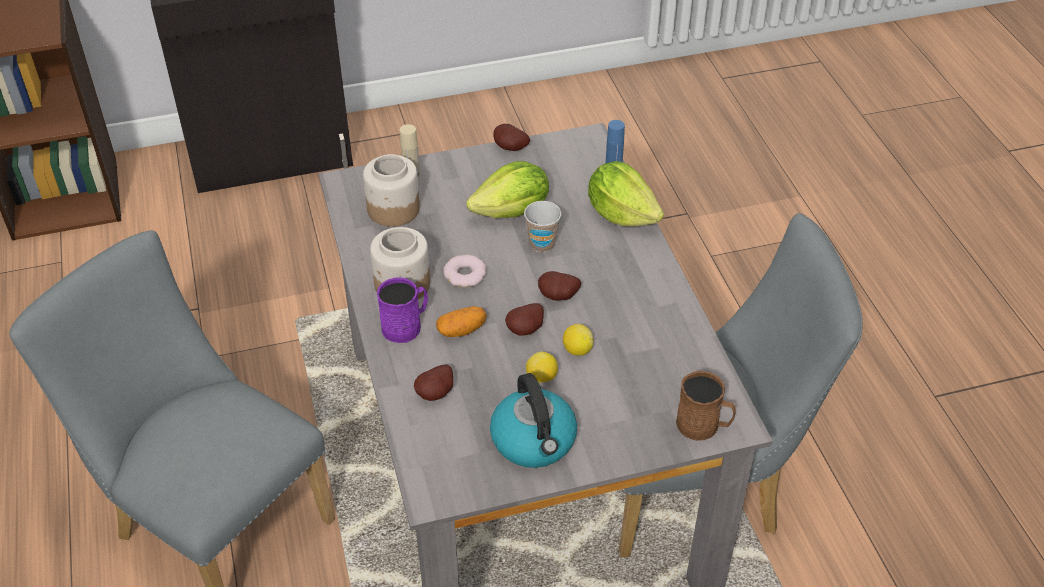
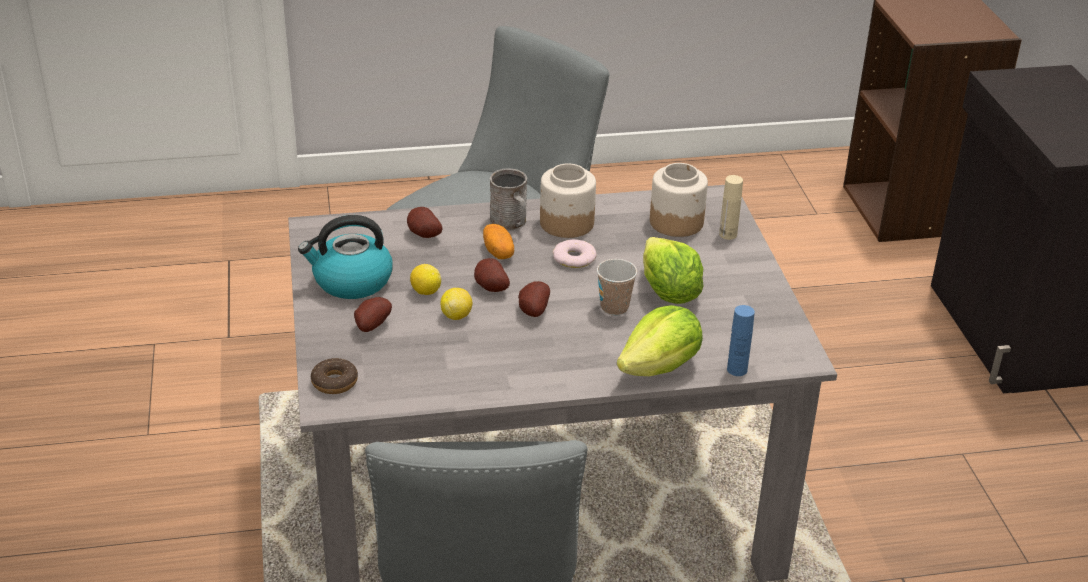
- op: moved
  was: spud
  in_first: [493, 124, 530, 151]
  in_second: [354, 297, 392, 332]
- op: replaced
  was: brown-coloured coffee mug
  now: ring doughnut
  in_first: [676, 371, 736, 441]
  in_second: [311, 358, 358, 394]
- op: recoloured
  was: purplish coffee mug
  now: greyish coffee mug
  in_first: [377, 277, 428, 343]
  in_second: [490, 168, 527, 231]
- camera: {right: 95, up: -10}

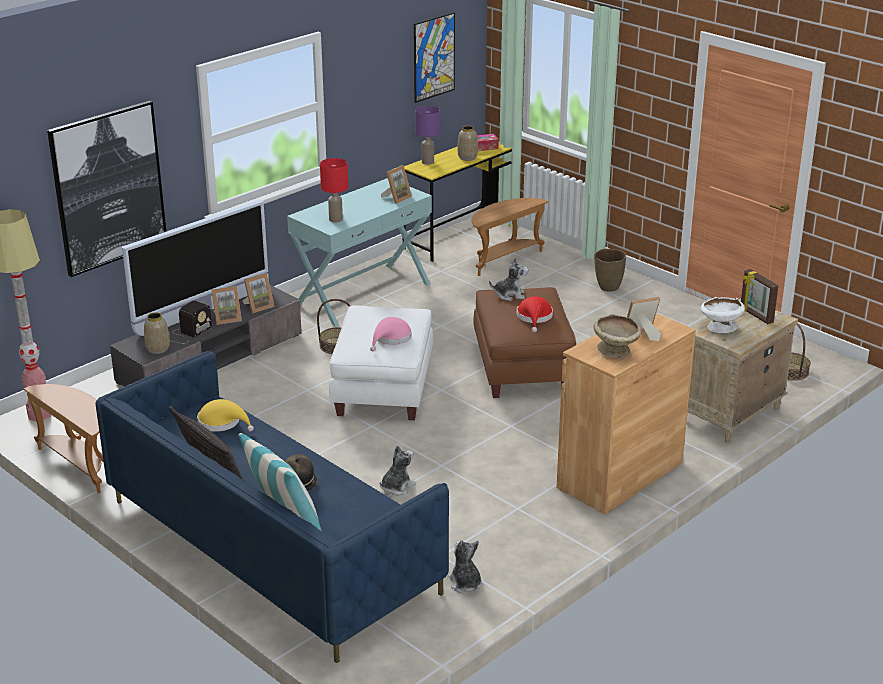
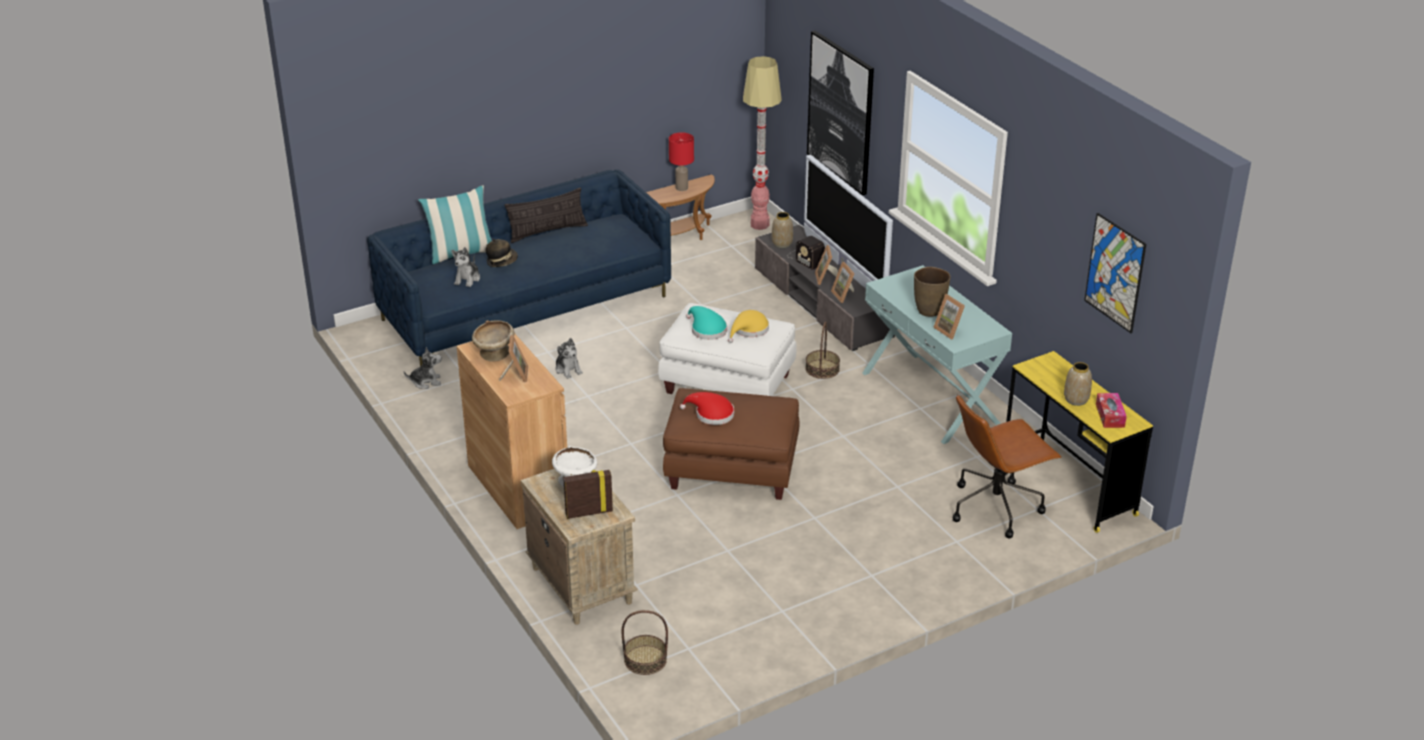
- op: removed
  was: purplish lamp for a table
  in_first: [415, 106, 440, 165]
- op: moved
  was: yellowish hat
  in_first: [197, 399, 254, 432]
  in_second: [728, 310, 769, 343]
- op: moved
  was: reddish lamp for a table
  in_first: [320, 158, 348, 223]
  in_second: [669, 133, 694, 191]
- op: moved
  was: plush toy
  in_first: [489, 258, 529, 301]
  in_second: [451, 247, 480, 287]
- op: moved
  was: brown-coloured vase
  in_first: [594, 249, 626, 292]
  in_second: [914, 267, 950, 317]
- op: replaced
  was: brown-coloured accent table
  now: brown-coloured desk chair
  in_first: [471, 198, 549, 276]
  in_second: [953, 394, 1061, 538]
- op: recoloured
  was: pink hat
  now: turquoise-coloured hat
  in_first: [370, 317, 412, 351]
  in_second: [686, 306, 727, 340]
- camera: {right: 105, up: 5}

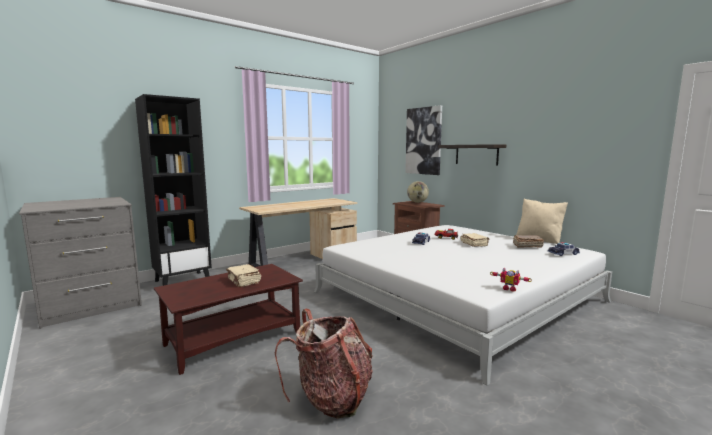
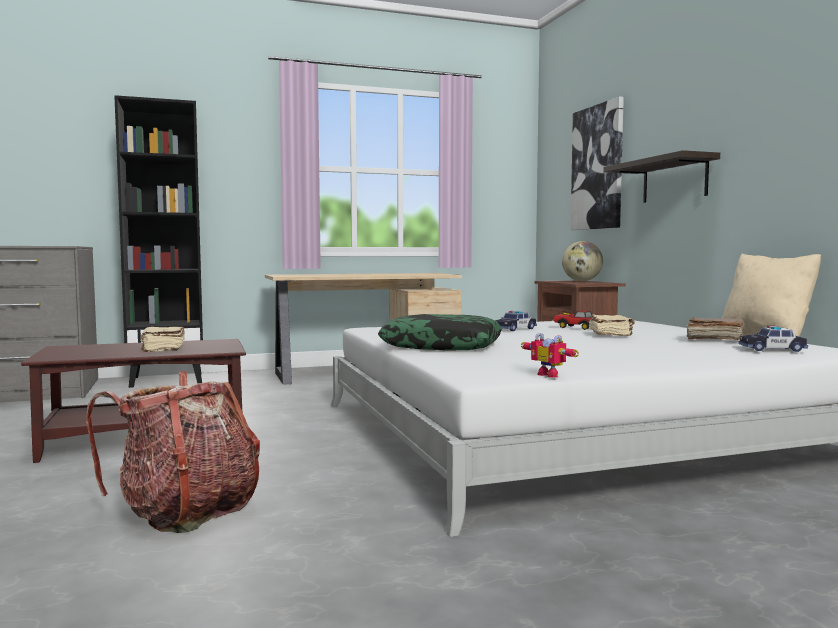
- op: added
  now: throw pillow
  in_second: [378, 314, 502, 351]
- camera: {right: 20, up: -5}

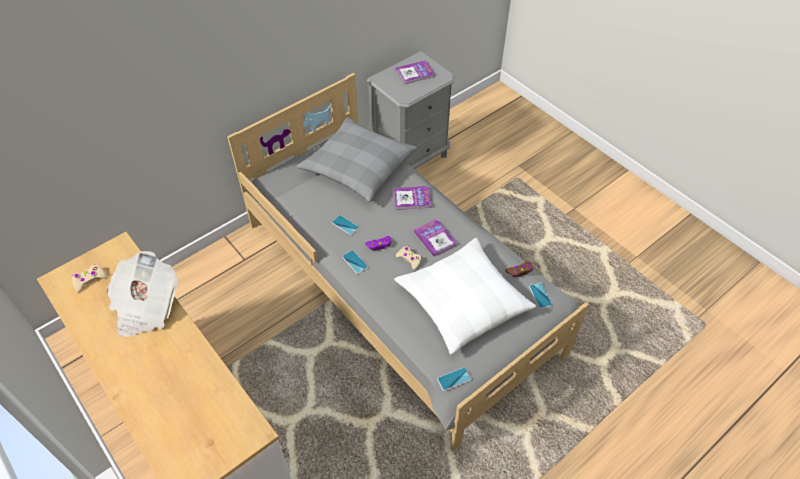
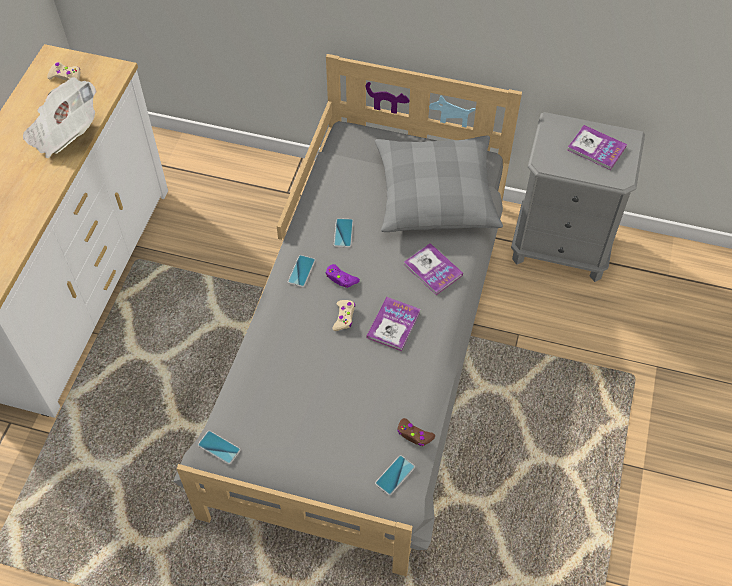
- op: removed
  was: white-coloured throw pillow
  in_first: [394, 238, 536, 355]
- camera: {right: 55, up: 5}

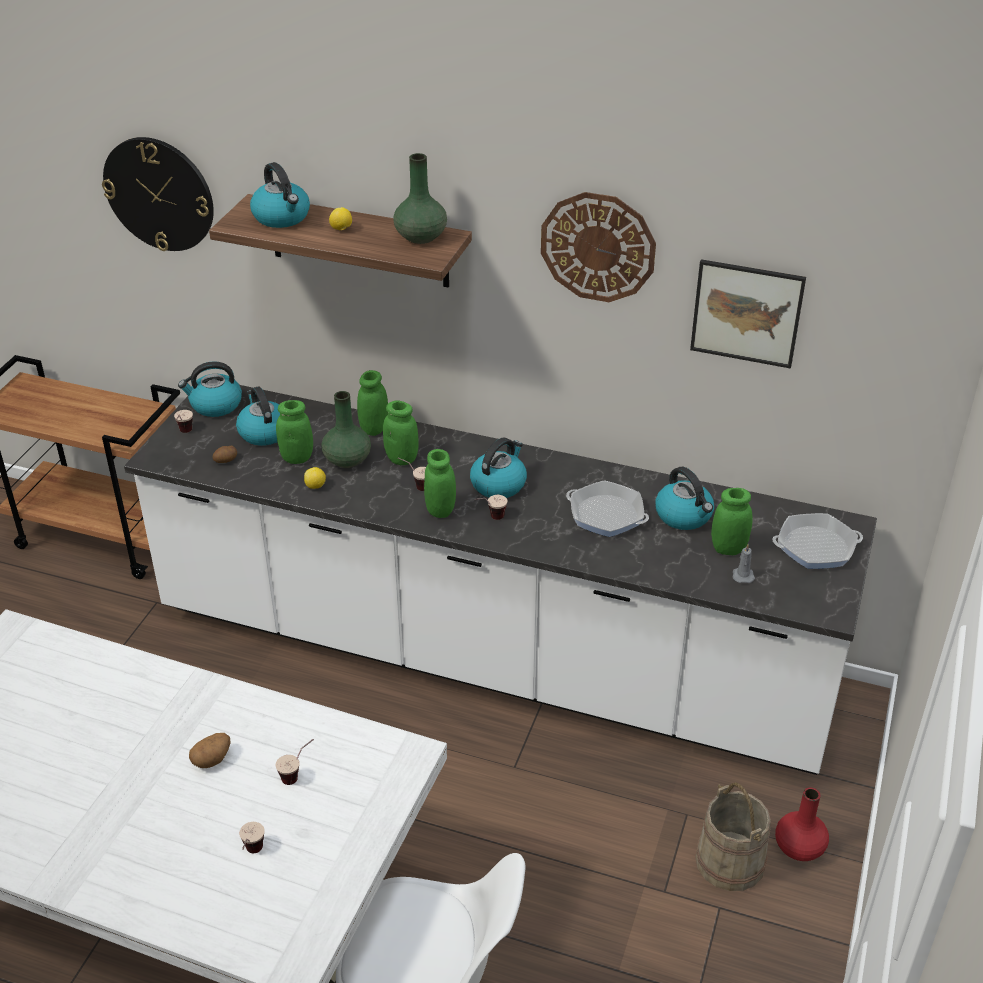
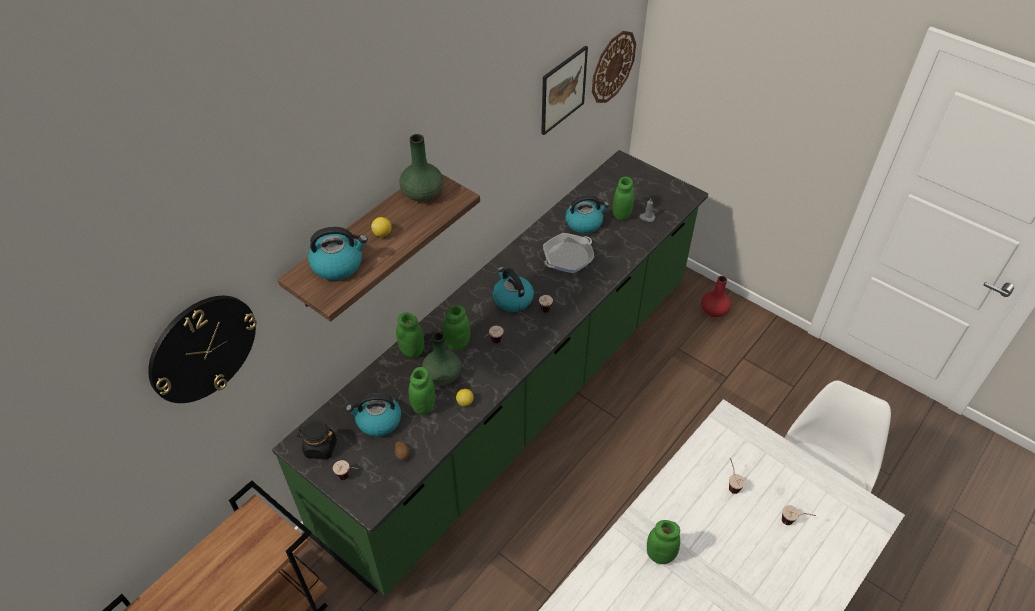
- op: removed
  was: spud
  in_first: [189, 733, 231, 768]
- op: removed
  was: beige-coloured pail
  in_first: [695, 782, 771, 891]
- op: removed
  was: frying pan
  in_first: [773, 513, 863, 569]
- op: moved
  was: greenish jar
  in_first: [424, 449, 456, 518]
  in_second: [647, 520, 680, 564]
- op: moved
  was: wall clock
  in_first: [541, 192, 656, 302]
  in_second: [592, 31, 636, 103]
- op: replaced
  was: tea kettle
  now: black jar
  in_first: [178, 361, 242, 417]
  in_second: [297, 420, 337, 460]
- op: recoloured
  was: white-coloured counter
  now: greenish counter
  in_first: [124, 385, 877, 775]
  in_second: [272, 150, 708, 596]
- camera: {right: -70, up: 10}

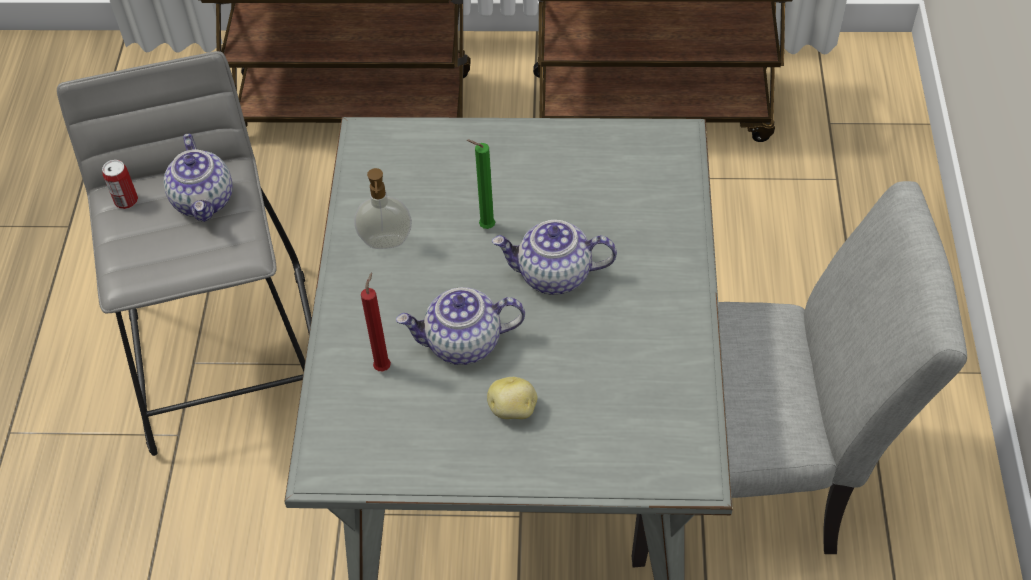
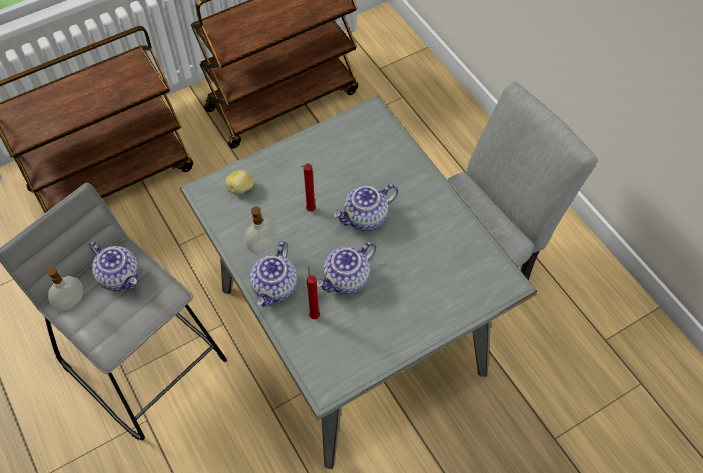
- op: added
  now: teapot
  in_second: [250, 241, 297, 307]
- op: moved
  was: spud
  in_first: [487, 377, 538, 419]
  in_second: [226, 170, 253, 195]
- op: replaced
  was: sealed can
  now: soap dispenser
  in_first: [102, 160, 138, 209]
  in_second: [45, 265, 83, 310]
- op: recoloured
  was: greenish candle
  now: reddish candle
  in_first: [467, 140, 495, 229]
  in_second: [300, 164, 316, 212]
- camera: {right: -35, up: 5}

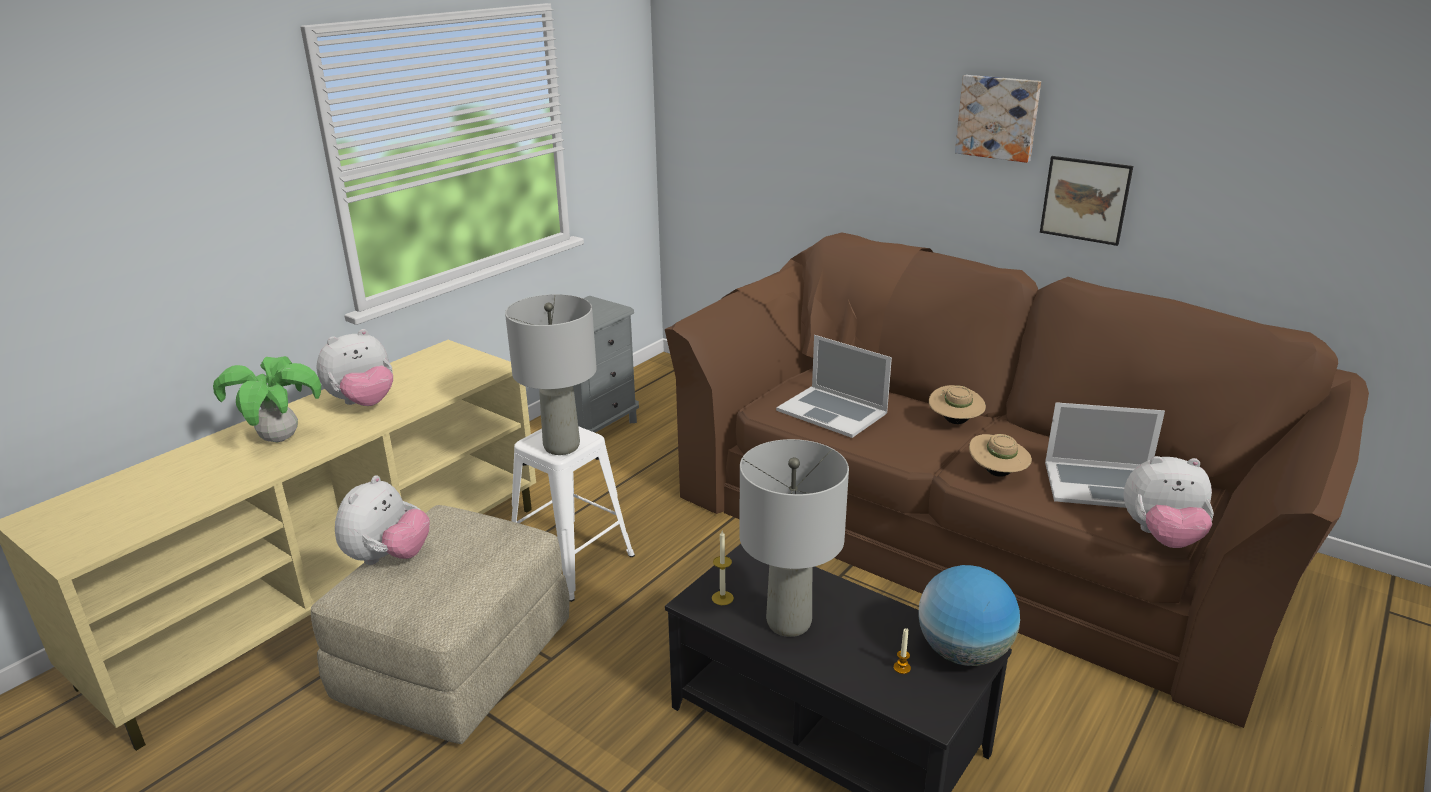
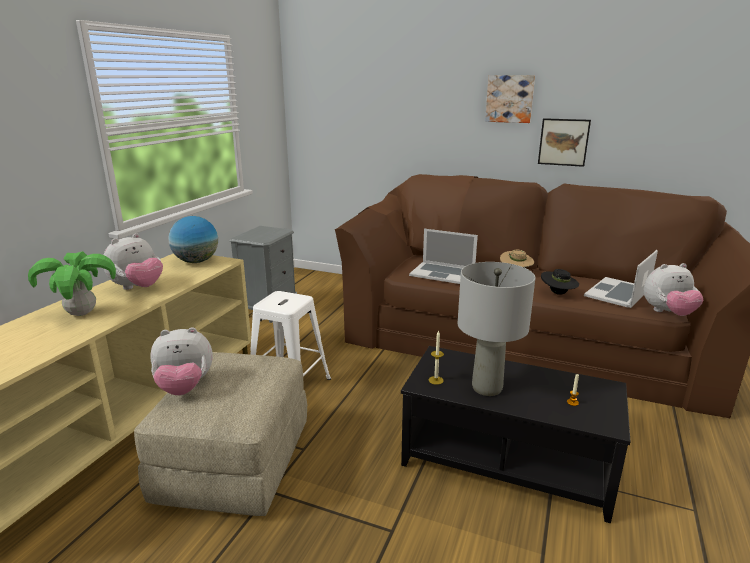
- op: removed
  was: greyish lamp for a table
  in_first: [505, 294, 597, 455]
- op: moved
  was: world globe
  in_first: [918, 565, 1020, 666]
  in_second: [168, 216, 218, 263]
- op: recoloured
  was: beige-coloured hat
  now: black hat
  in_first: [969, 434, 1032, 477]
  in_second: [541, 269, 579, 295]
- op: turned
  was: plush toy
  in_first: [335, 475, 430, 565]
  in_second: [150, 327, 213, 395]
  clockwise: 75
- op: turned
  was: portable computer
  in_first: [1045, 402, 1165, 508]
  in_second: [584, 250, 658, 308]
  clockwise: 135
- camera: {right: -15, up: -5}

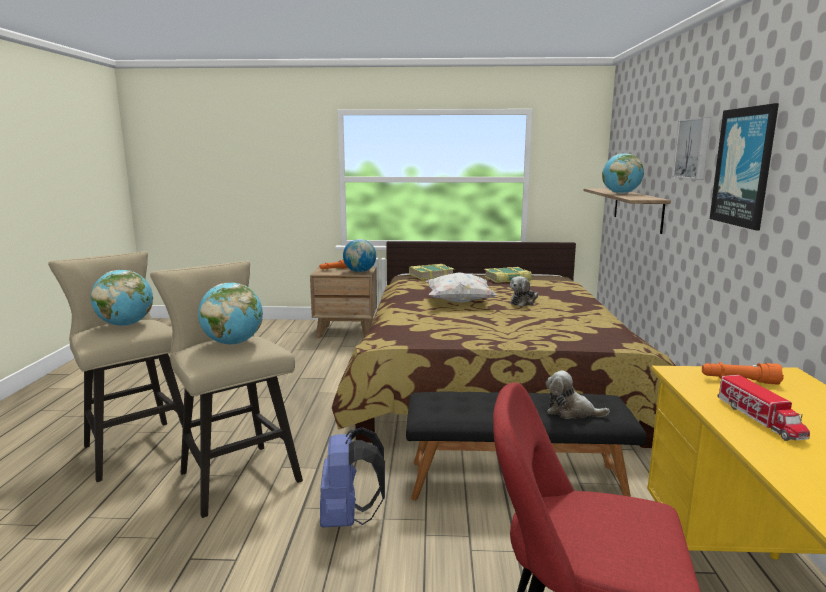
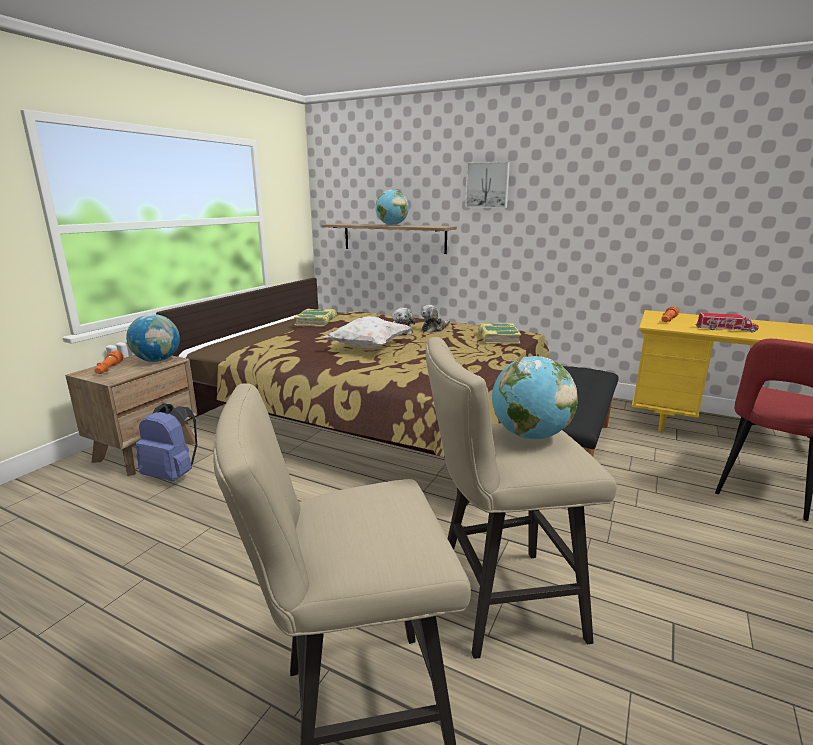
- op: removed
  was: world globe
  in_first: [91, 270, 153, 326]
- op: removed
  was: wall art
  in_first: [710, 103, 779, 231]
- op: moved
  was: blue knapsack
  in_first: [320, 428, 385, 528]
  in_second: [136, 403, 197, 481]
- op: moved
  was: volume
  in_first: [409, 264, 454, 280]
  in_second: [478, 323, 521, 344]
- op: moved
  was: plush toy
  in_first: [546, 370, 610, 419]
  in_second: [421, 305, 450, 333]
- camera: {right: -65, up: 5}

